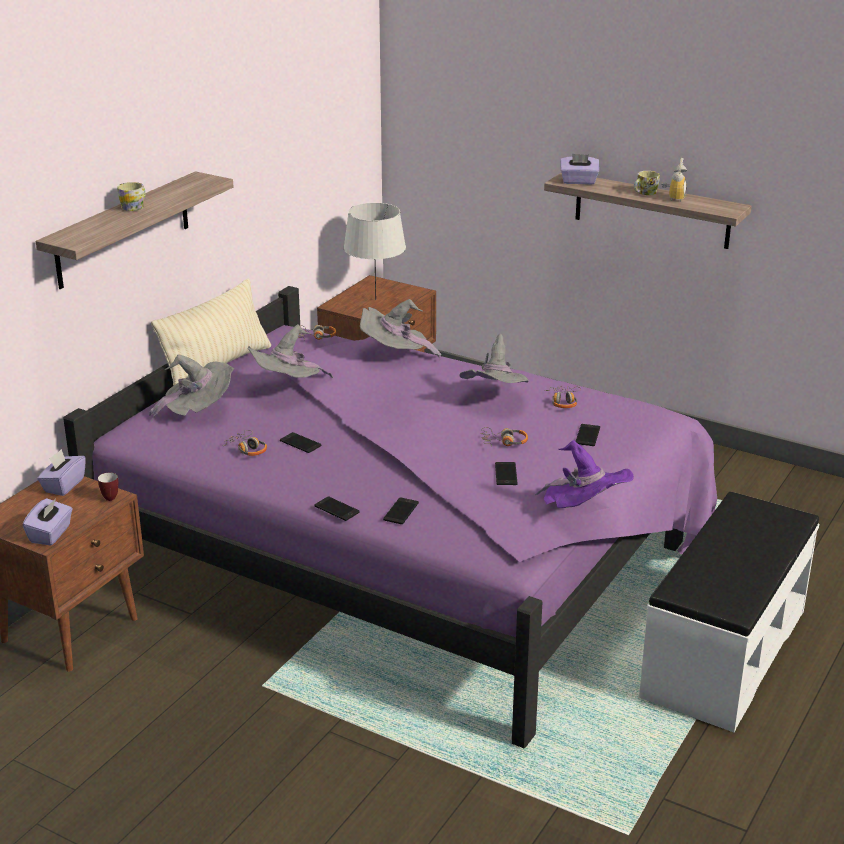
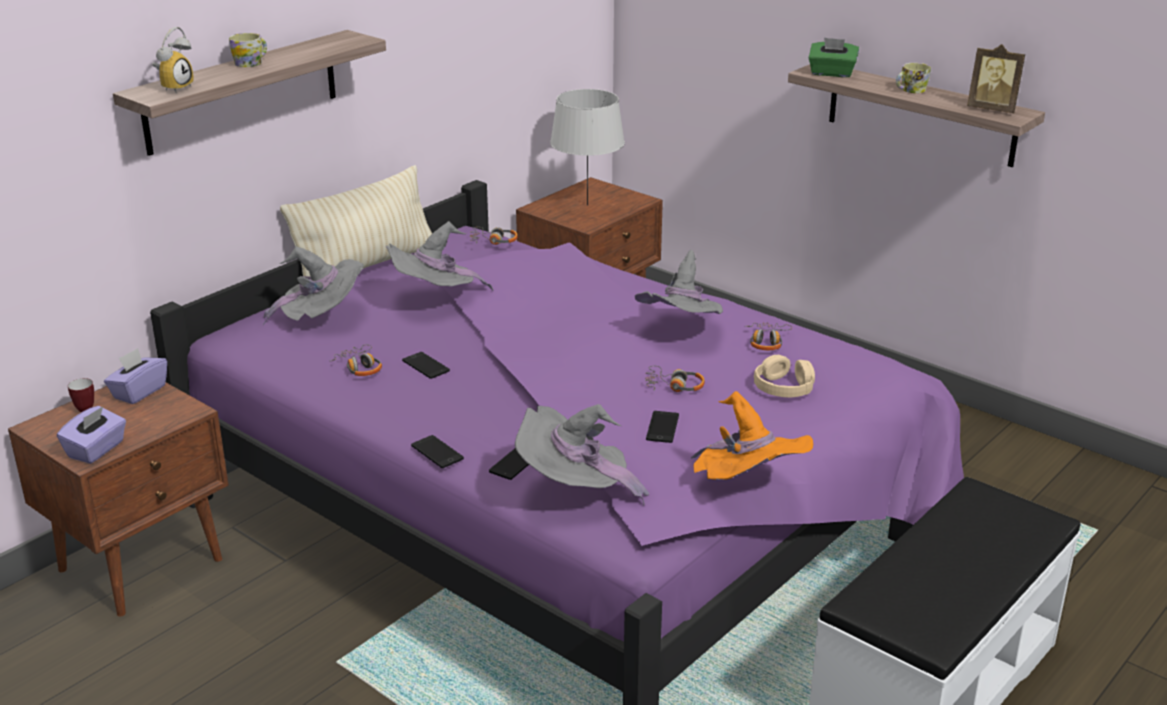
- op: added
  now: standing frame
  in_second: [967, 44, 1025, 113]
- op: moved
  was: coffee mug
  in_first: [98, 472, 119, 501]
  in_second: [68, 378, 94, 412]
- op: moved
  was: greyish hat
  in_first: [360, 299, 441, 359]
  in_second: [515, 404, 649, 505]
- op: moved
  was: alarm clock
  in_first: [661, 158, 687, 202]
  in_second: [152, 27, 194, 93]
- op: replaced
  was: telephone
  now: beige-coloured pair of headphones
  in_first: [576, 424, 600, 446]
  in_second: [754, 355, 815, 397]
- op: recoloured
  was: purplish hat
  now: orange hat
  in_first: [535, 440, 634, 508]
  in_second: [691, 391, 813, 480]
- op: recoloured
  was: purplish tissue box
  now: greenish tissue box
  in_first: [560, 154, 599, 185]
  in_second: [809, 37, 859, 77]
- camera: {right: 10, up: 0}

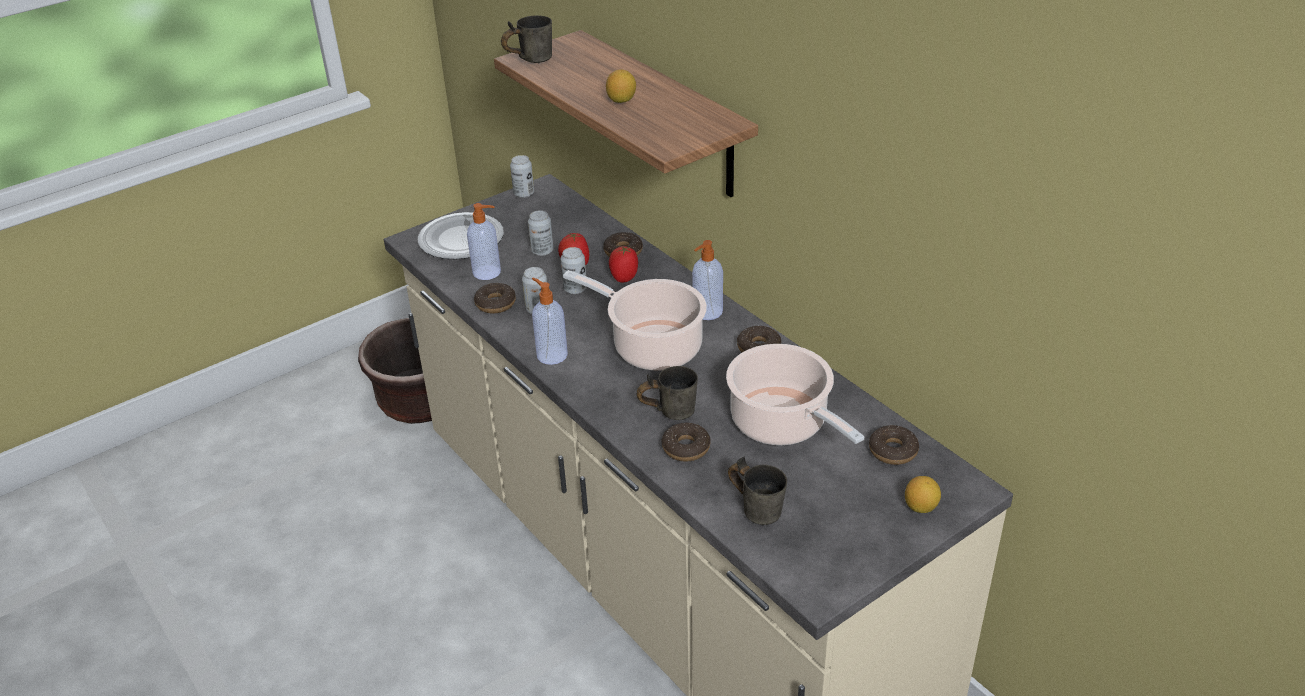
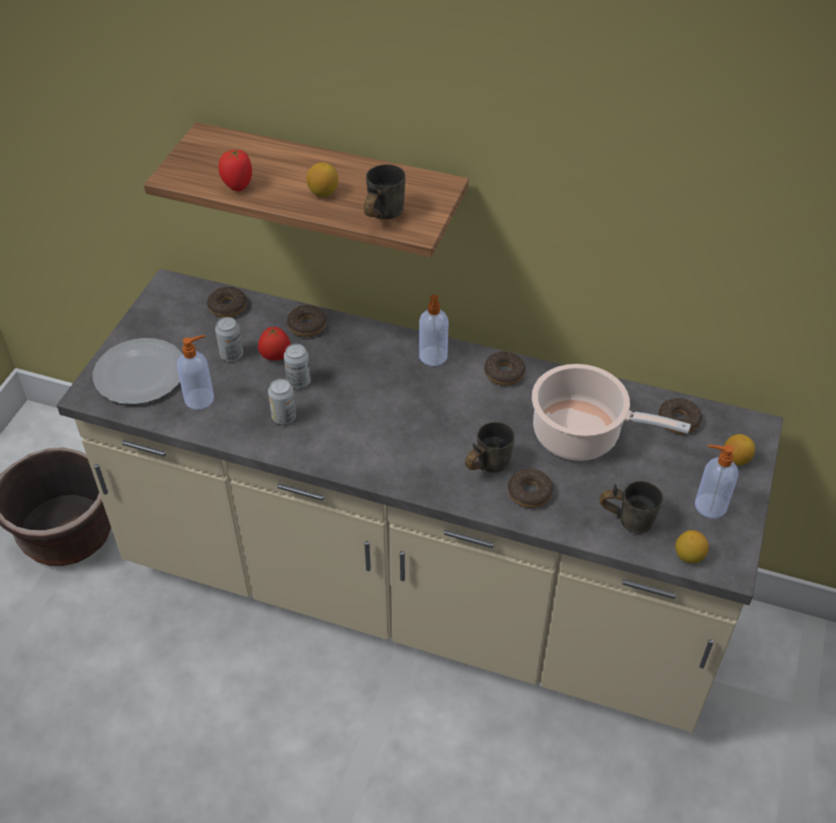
- op: removed
  was: sealed can
  in_first: [510, 155, 534, 198]
- op: removed
  was: cooking pot
  in_first: [563, 270, 707, 370]
- op: added
  now: citrus fruit
  in_second: [675, 530, 709, 564]
- op: moved
  was: ring doughnut
  in_first: [474, 283, 516, 313]
  in_second: [207, 287, 247, 318]
- op: moved
  was: greyish coffee mug
  in_first: [501, 15, 552, 63]
  in_second: [364, 164, 406, 219]
- op: moved
  was: soap dispenser
  in_first: [532, 277, 568, 365]
  in_second: [695, 445, 738, 518]
- op: moved
  was: fresh tomato
  in_first: [609, 246, 638, 283]
  in_second: [218, 149, 252, 191]
- camera: {right: -35, up: 10}

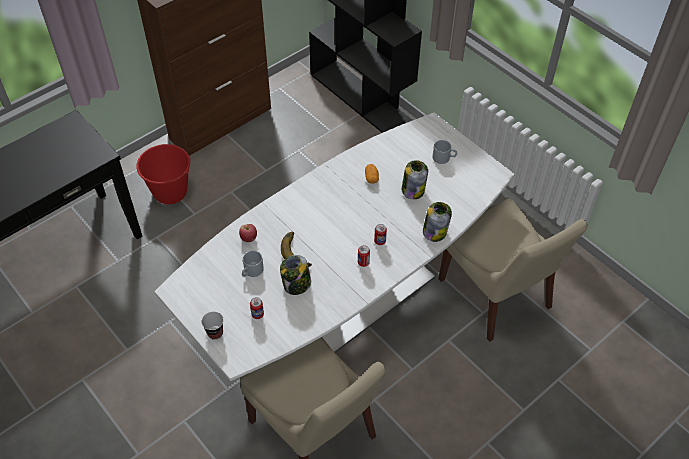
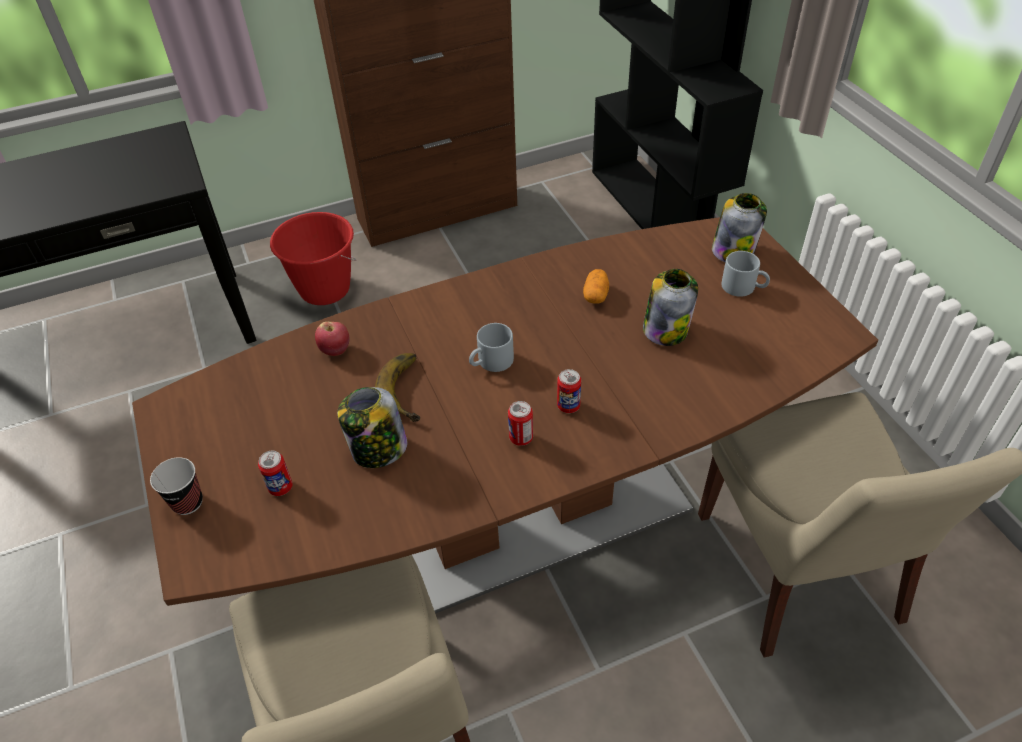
- op: moved
  was: greyish coffee mug
  in_first: [242, 251, 264, 277]
  in_second: [469, 323, 514, 372]
- op: moved
  was: jar
  in_first: [423, 202, 452, 242]
  in_second: [712, 193, 767, 262]
- op: recoloured
  was: white-coloured dining table
  now: brown-coloured dining table
  in_first: [154, 113, 515, 381]
  in_second: [132, 217, 878, 614]
- camera: {right: 20, up: -5}

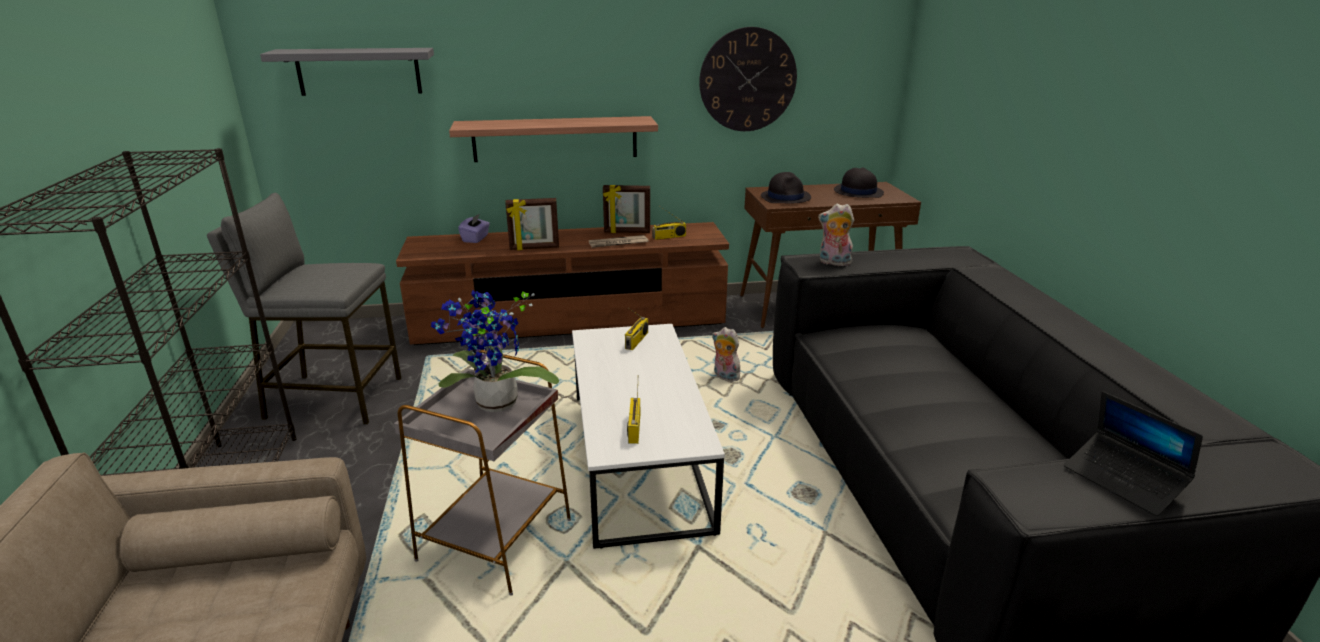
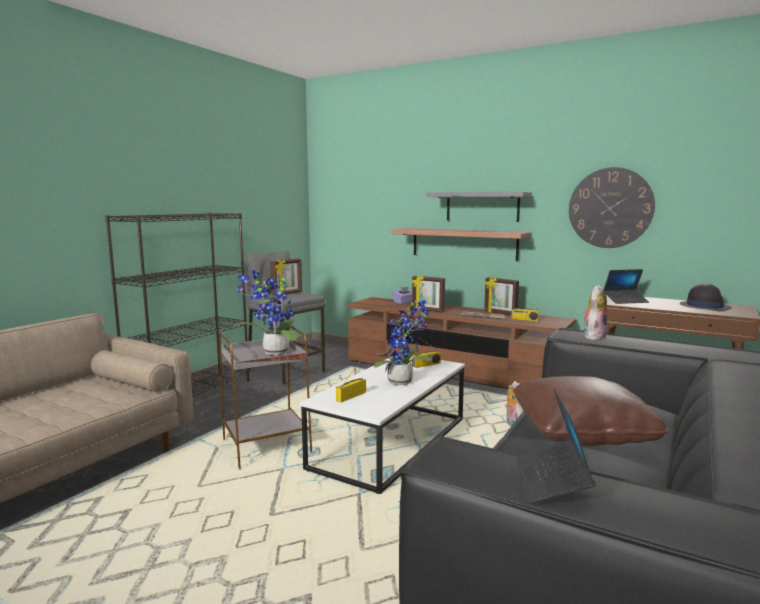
- op: added
  now: standing frame
  in_second: [270, 258, 302, 296]
- op: added
  now: potted plant
  in_second: [374, 300, 432, 385]
- op: added
  now: brown-coloured throw pillow
  in_second: [513, 376, 669, 446]
- op: moved
  was: greyish bracket shelf
  in_first: [260, 48, 434, 96]
  in_second: [427, 192, 532, 222]
- op: replaced
  was: black hat
  now: portable computer
  in_first: [761, 172, 811, 203]
  in_second: [604, 269, 649, 304]
- op: turned
  was: plush toy
  in_first: [818, 204, 854, 266]
  in_second: [583, 285, 607, 340]
  clockwise: 75
- camera: {right: 40, up: -15}

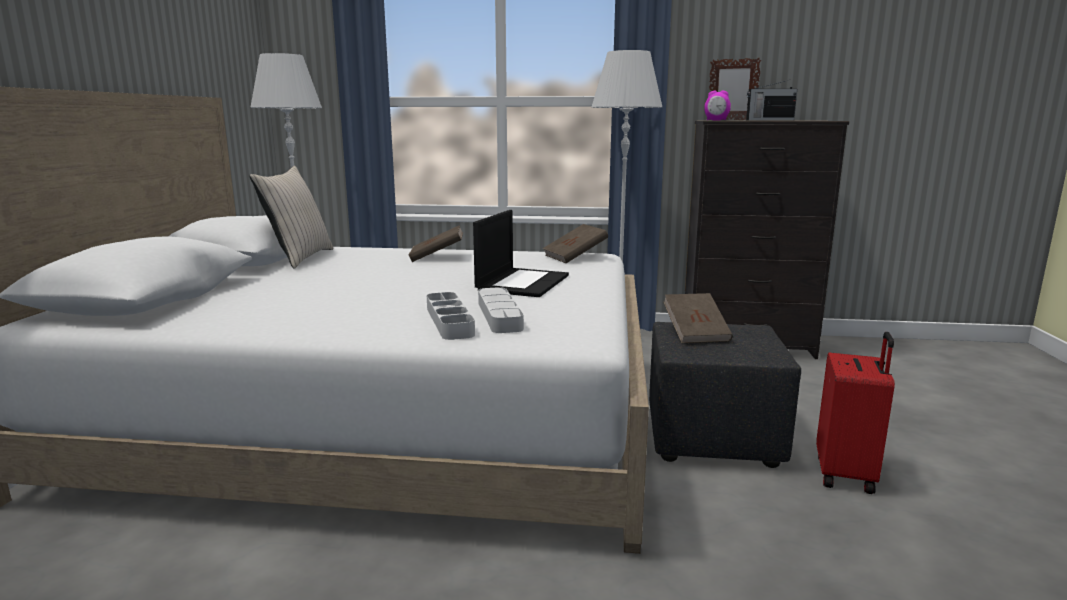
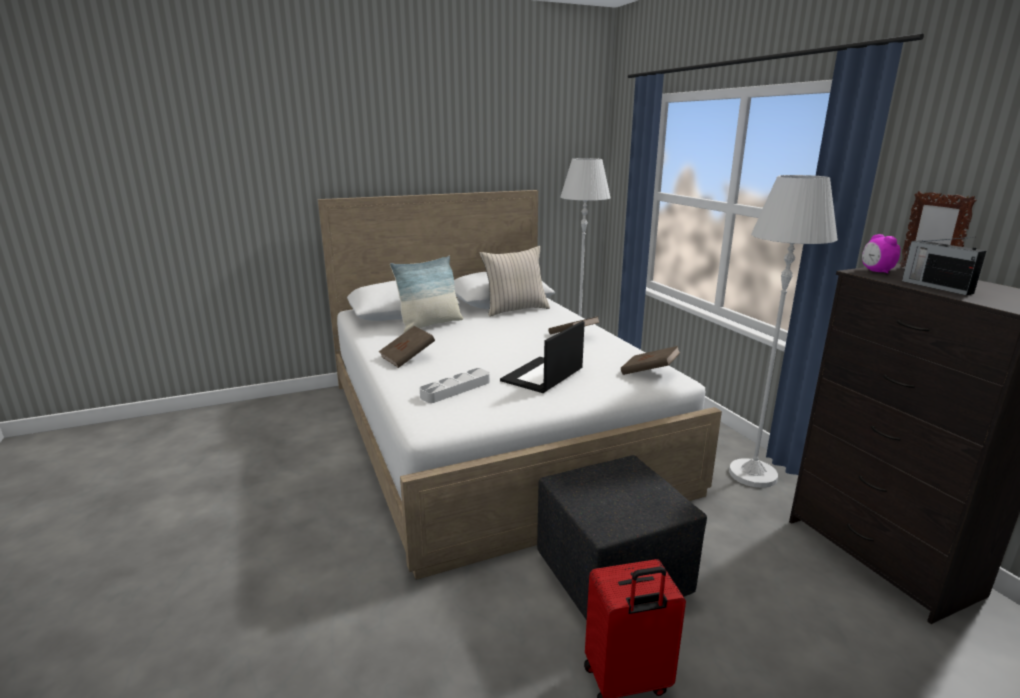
- op: removed
  was: greyish carrying tray
  in_first: [427, 292, 475, 340]
- op: added
  now: throw pillow
  in_second: [390, 256, 464, 333]
- op: moved
  was: brown-coloured volume
  in_first: [663, 293, 733, 343]
  in_second: [379, 326, 435, 368]
- op: turned
  was: portable computer
  in_first: [473, 210, 569, 297]
  in_second: [500, 321, 585, 393]
  clockwise: 135
- camera: {right: 60, up: 5}

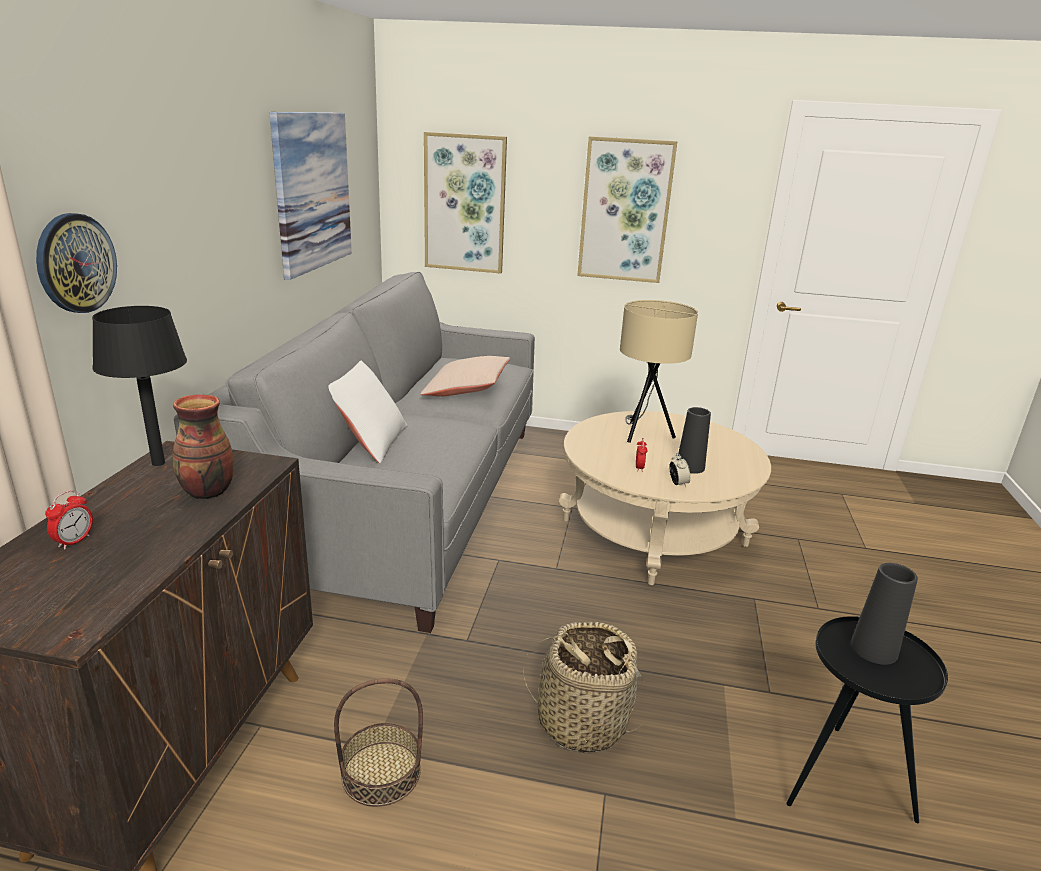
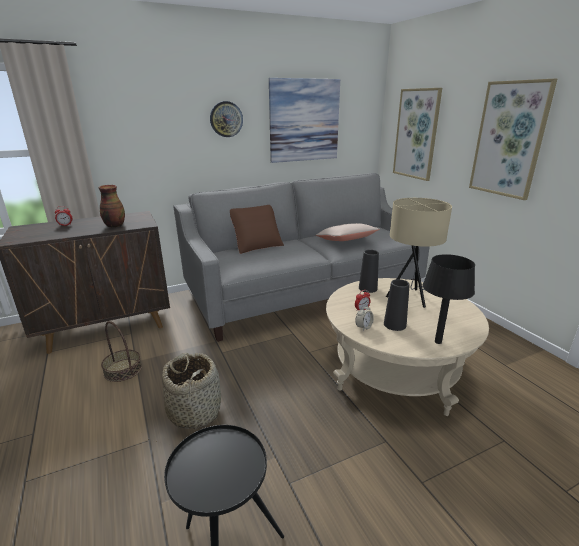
- op: moved
  was: wall clock
  in_first: [36, 213, 117, 313]
  in_second: [210, 101, 243, 137]
- op: moved
  was: black lamp for a table
  in_first: [92, 306, 187, 466]
  in_second: [423, 254, 475, 344]
- op: moved
  was: black vase
  in_first: [851, 563, 918, 665]
  in_second: [359, 250, 379, 293]
- op: recoloured
  was: white-coloured throw pillow
  now: brown-coloured throw pillow
  in_first: [328, 361, 408, 464]
  in_second: [230, 205, 284, 254]
- camera: {right: 55, up: 0}

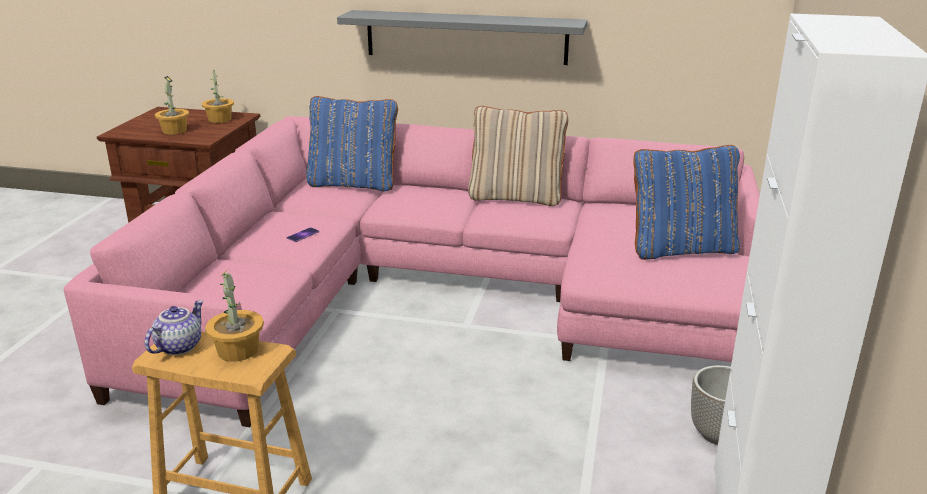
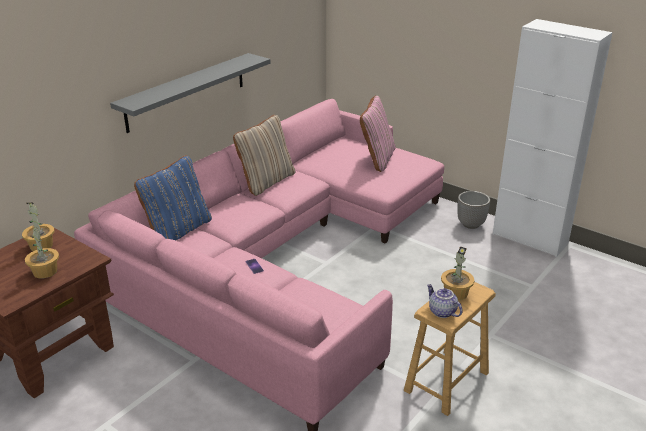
- op: recoloured
  was: blue throw pillow
  now: pink throw pillow
  in_first: [633, 145, 740, 260]
  in_second: [360, 95, 396, 172]
- camera: {right: -65, up: 5}

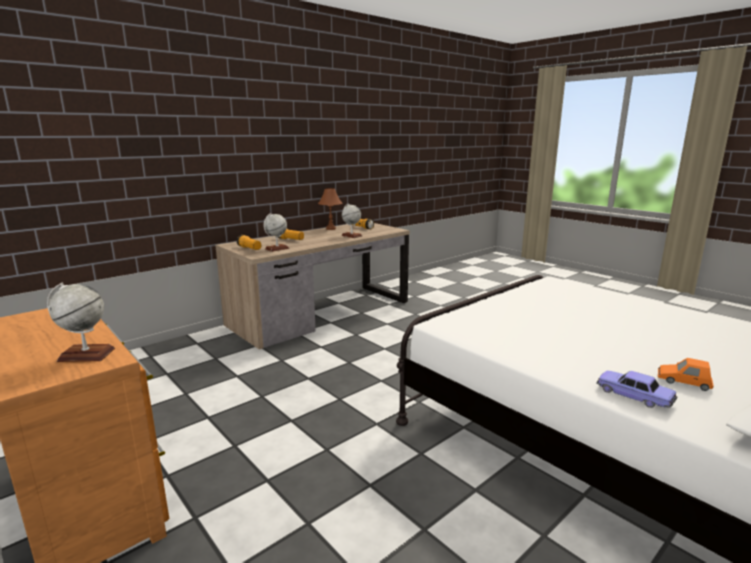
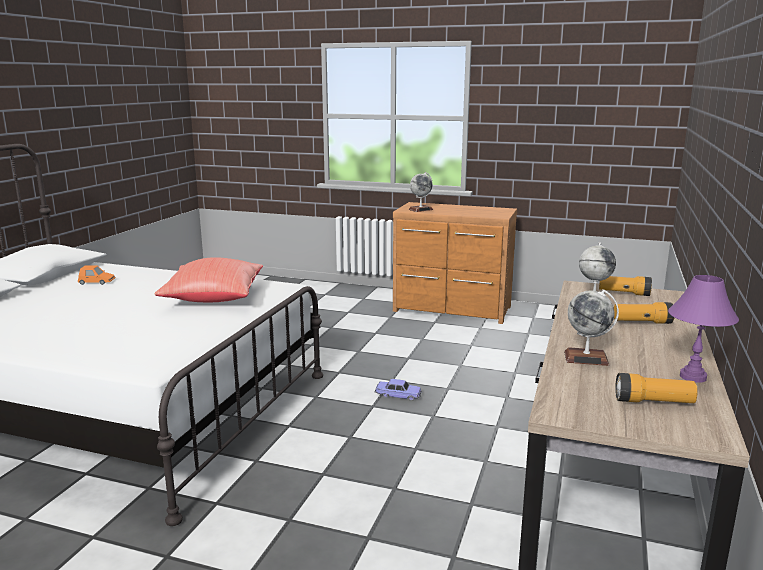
- op: added
  now: reddish throw pillow
  in_second: [155, 257, 263, 302]
- op: moved
  was: model car
  in_first: [596, 370, 677, 408]
  in_second: [374, 379, 422, 401]
- op: recoloured
  was: brown-coloured lamp for a table
  now: purplish lamp for a table
  in_first: [318, 188, 342, 230]
  in_second: [668, 275, 739, 383]
- camera: {right: 150, up: 0}

